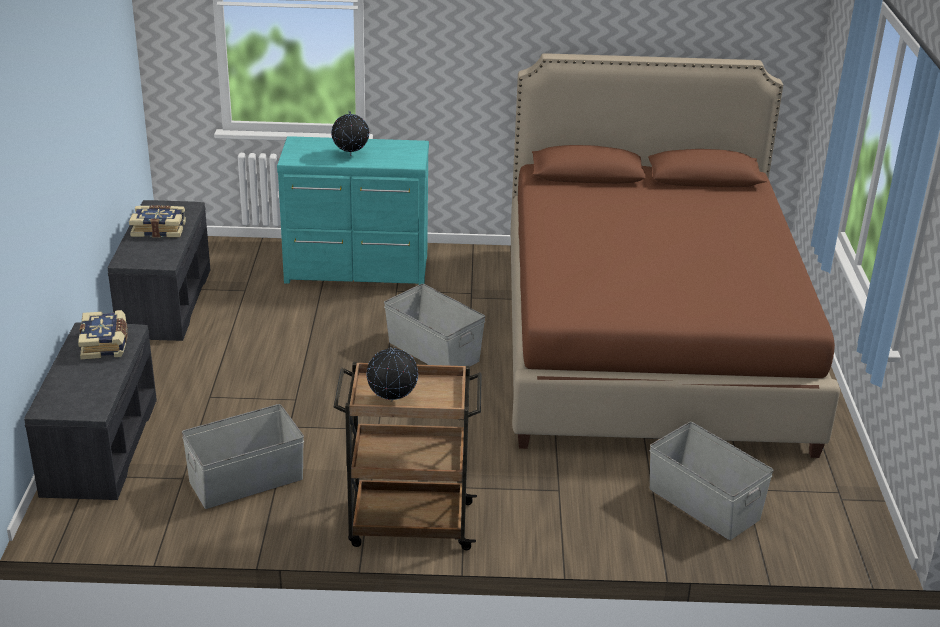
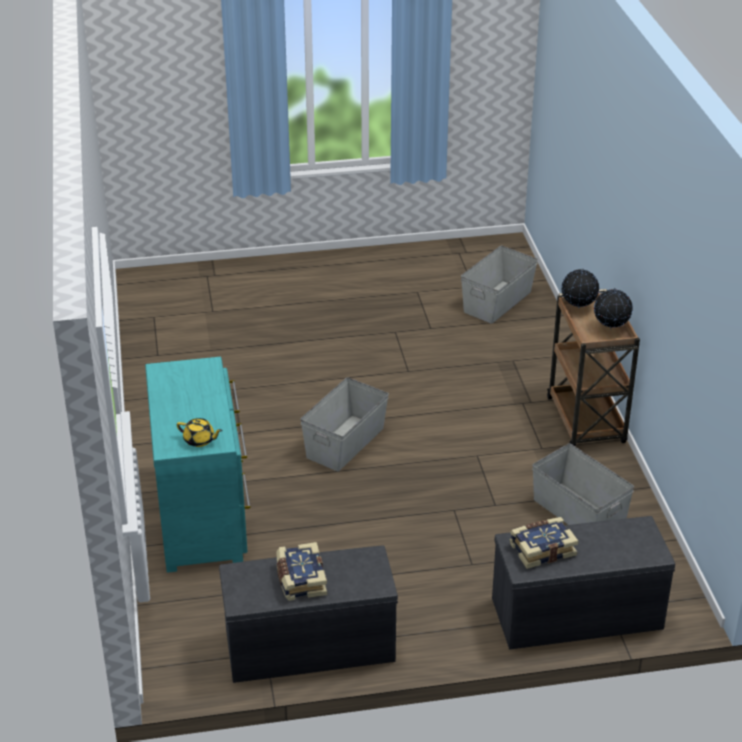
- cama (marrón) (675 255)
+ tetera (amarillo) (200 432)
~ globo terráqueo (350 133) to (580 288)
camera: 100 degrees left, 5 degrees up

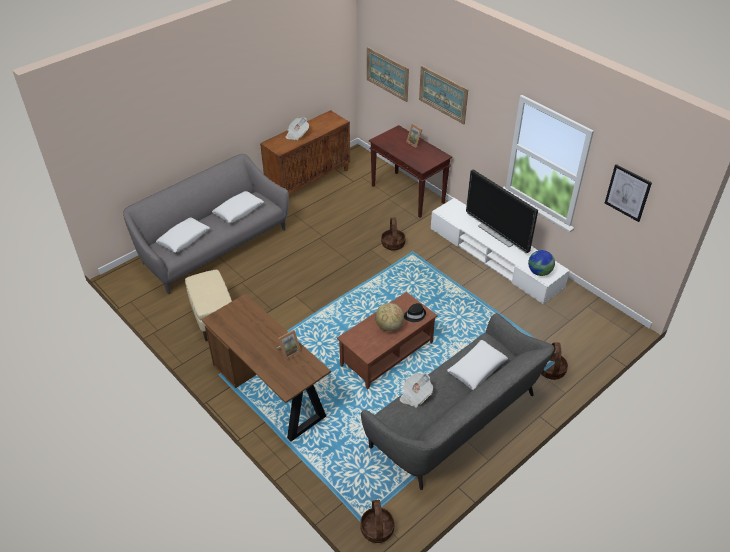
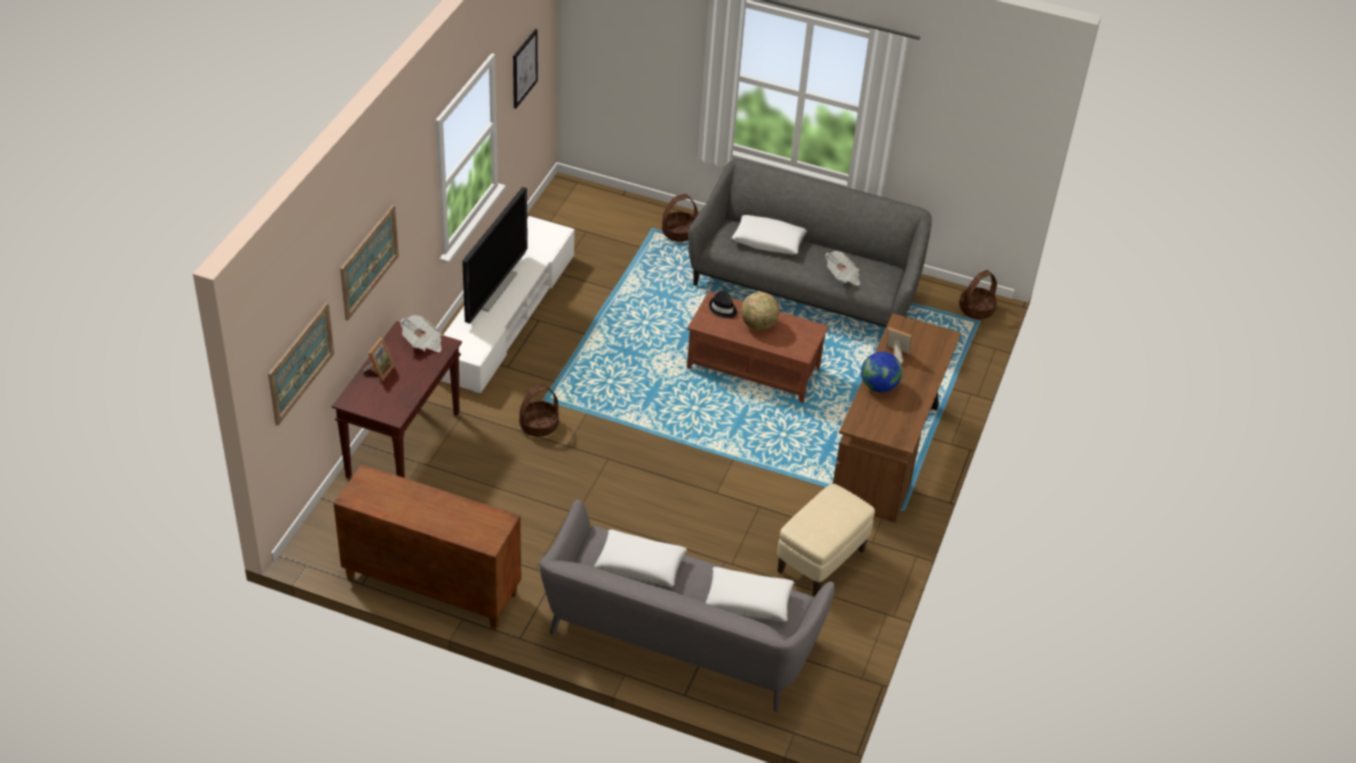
~ periódico (297 128) to (421 333)
~ globo terráqueo (541 263) to (881 372)
camera: 120 degrees left, 0 degrees up

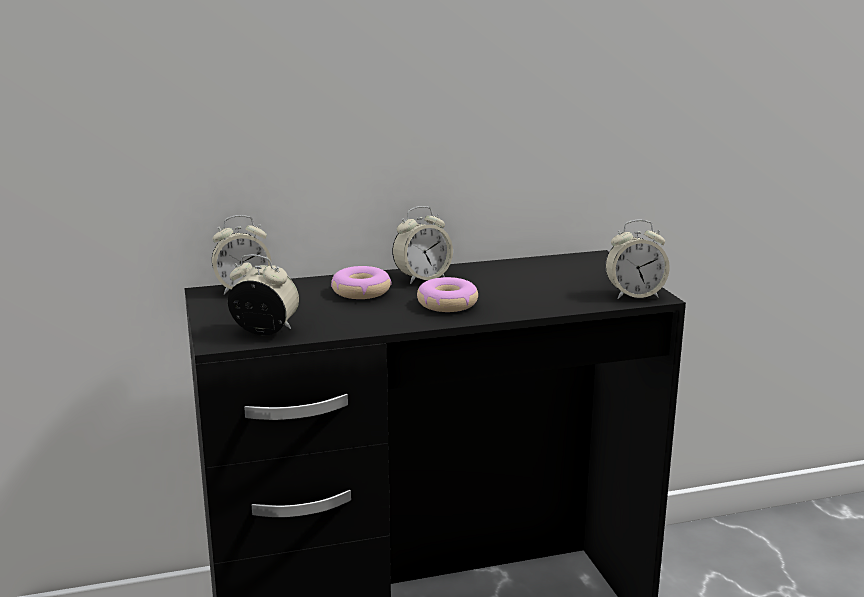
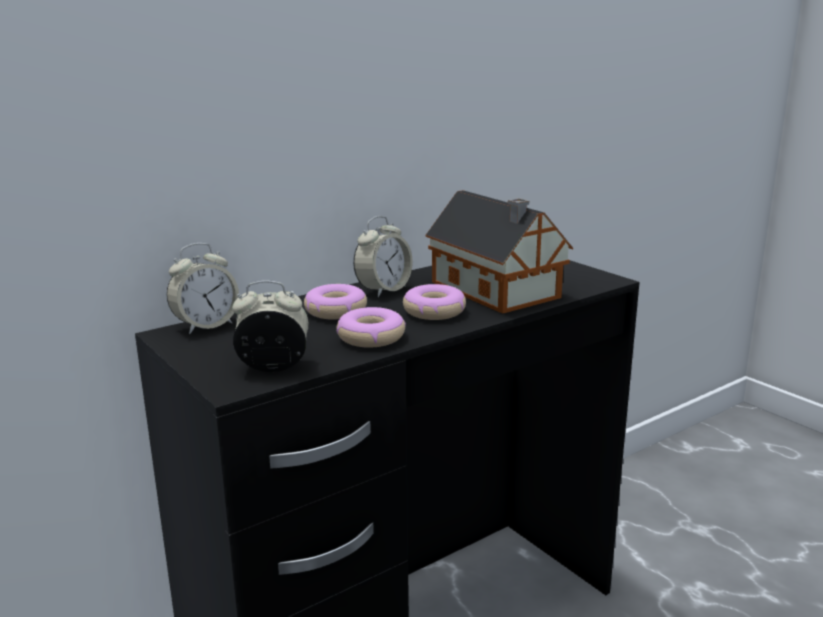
- despertador (637 259)
+ rosquilla (371 327)
+ casita (499 252)
camera: 20 degrees left, 0 degrees up

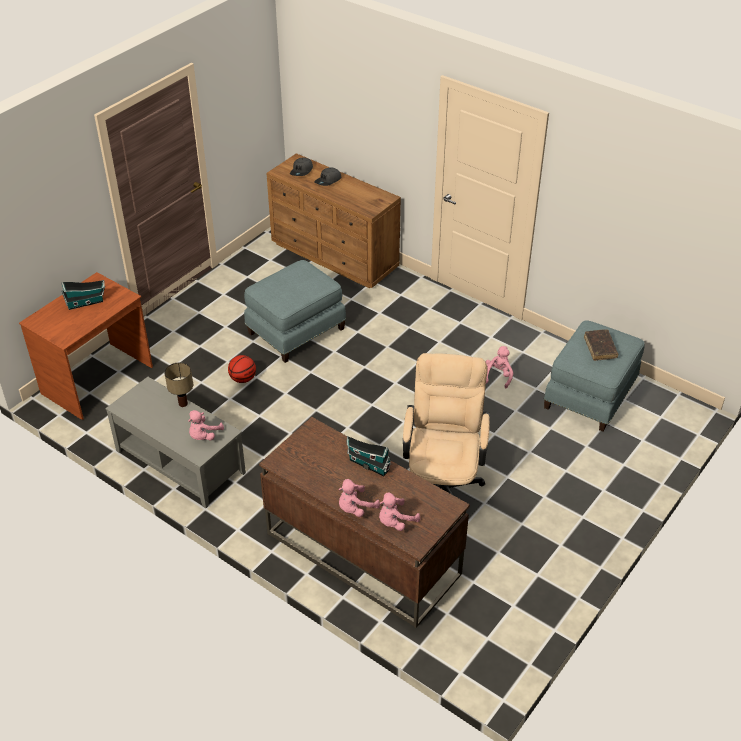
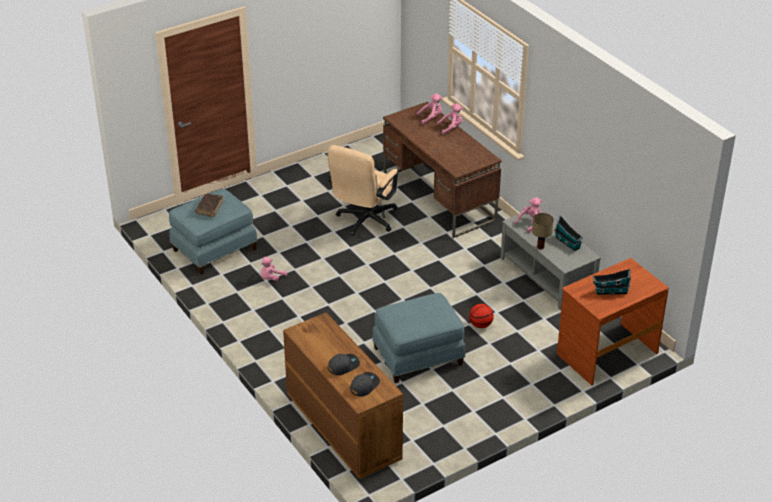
~ casita (369 456) to (568 233)
camera: 160 degrees left, 5 degrees down

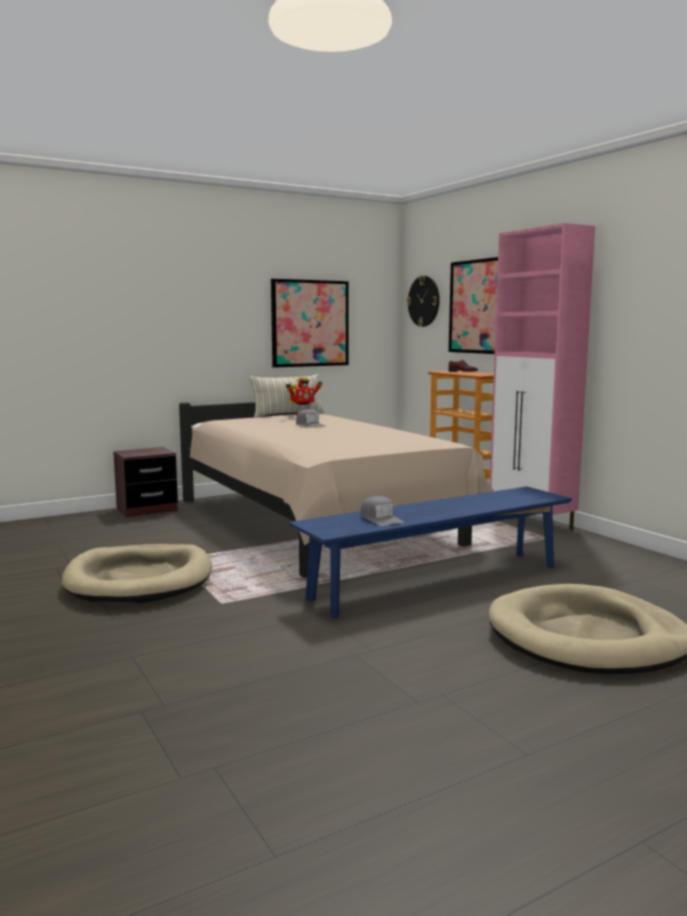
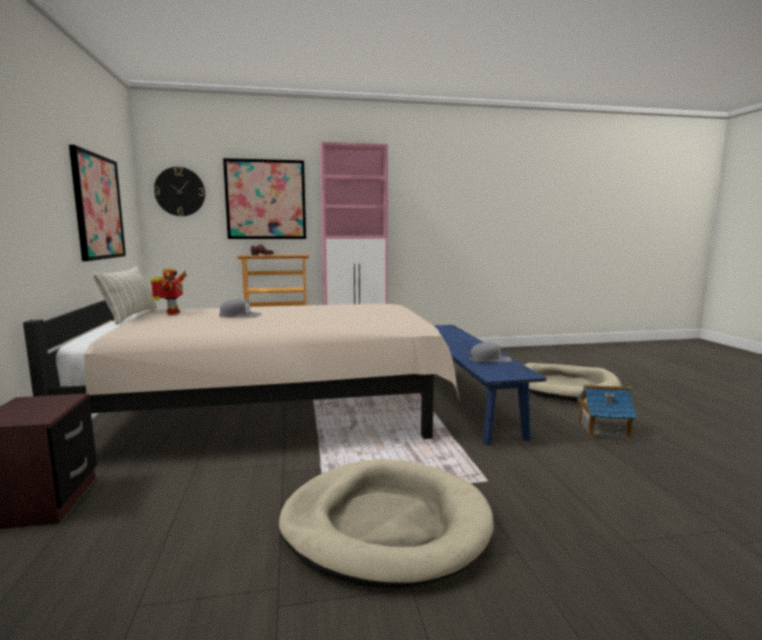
+ casita (607 412)
camera: 70 degrees left, 0 degrees up

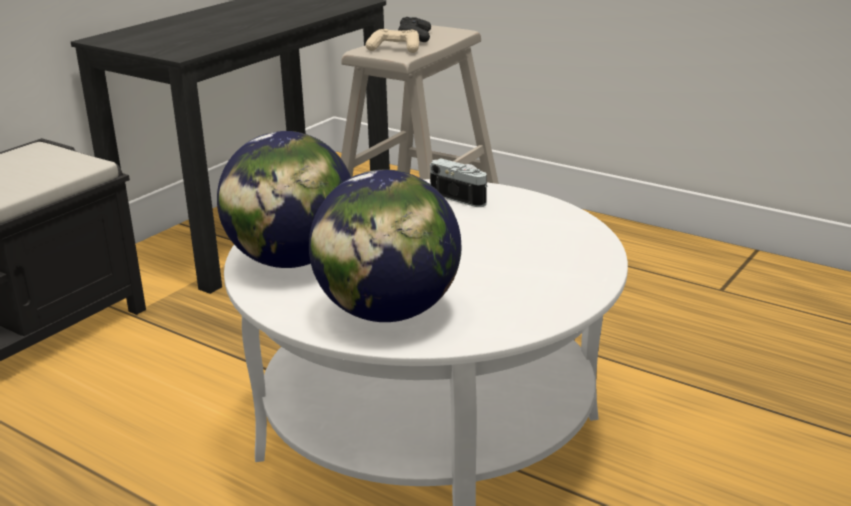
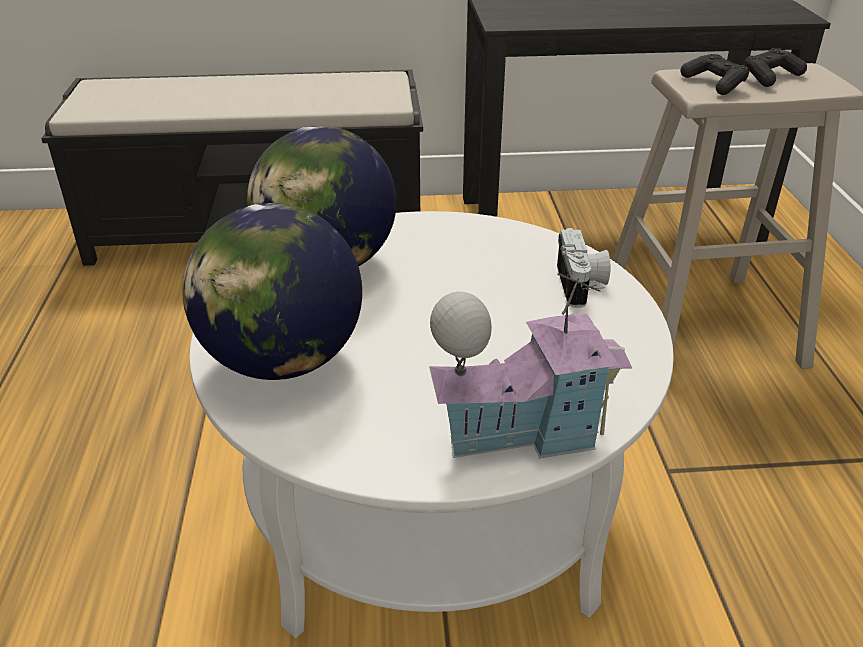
+ casita (530 366)
~ mando de consola (beis) (392 41) to mando de consola (negro) (715 74)
camera: 50 degrees right, 10 degrees up

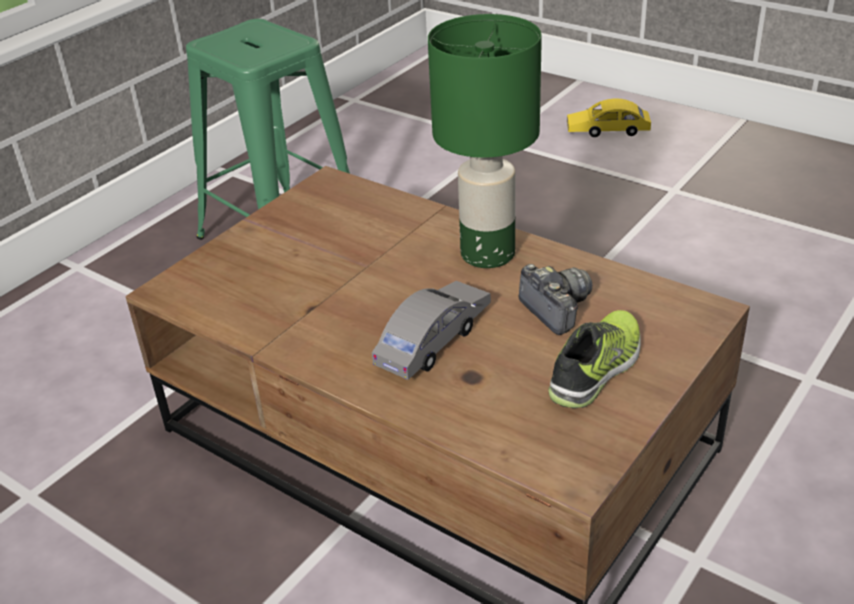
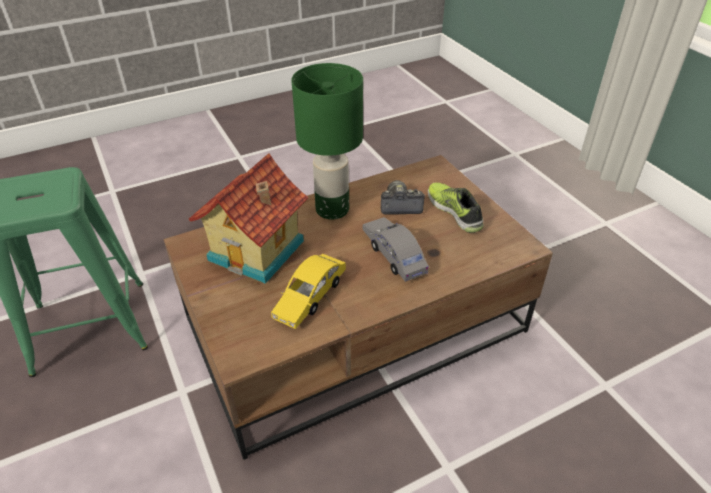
+ casita (248 218)
~ coche de juguete (amarillo) (609 118) to (308 291)
camera: 65 degrees left, 5 degrees up

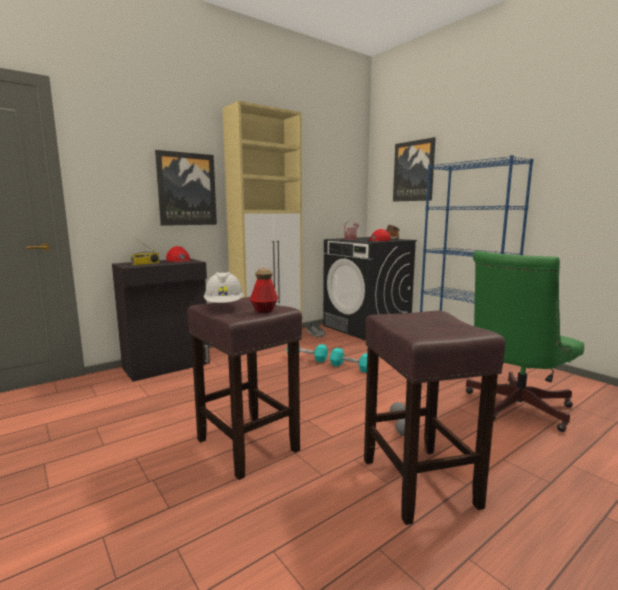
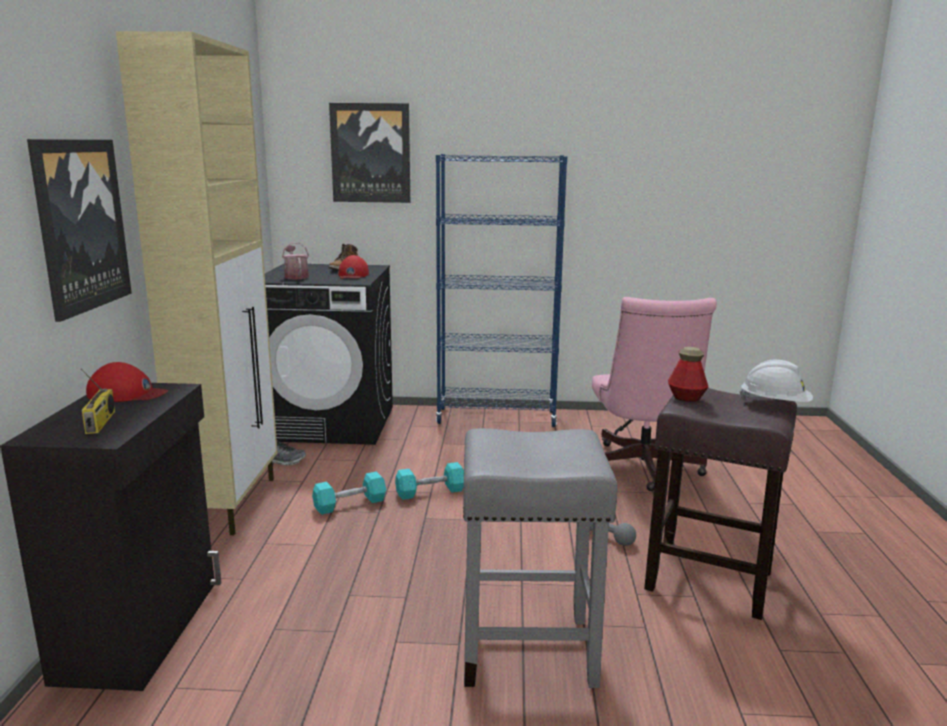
~ casco (blanco) (224 287) to (776 381)
~ botella (264 291) to (688 374)
~ taburete (marrón) (244 388) to taburete (gris) (540 558)
~ silla de oficina (verde) (525 341) to silla de oficina (rosa) (654 394)
camera: 50 degrees left, 5 degrees up

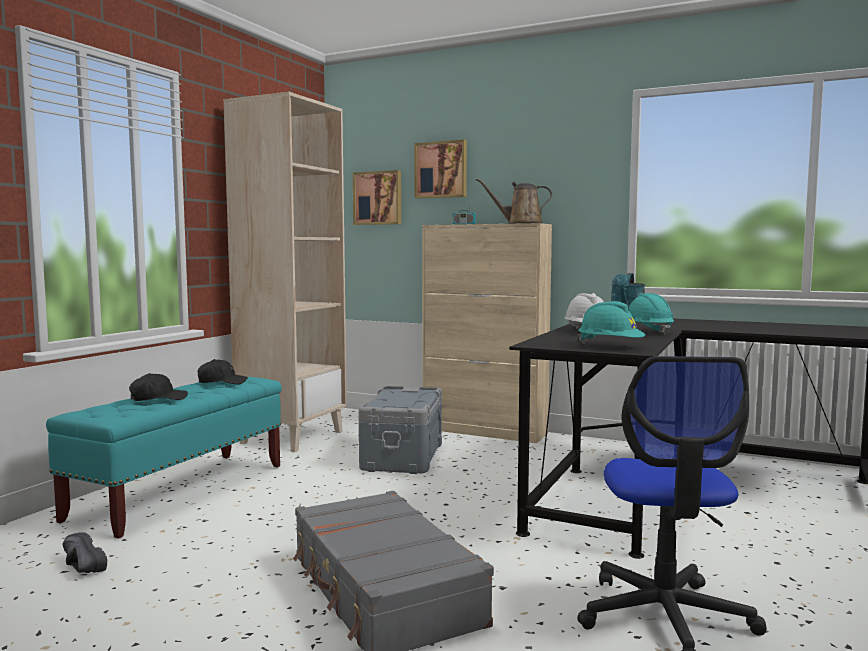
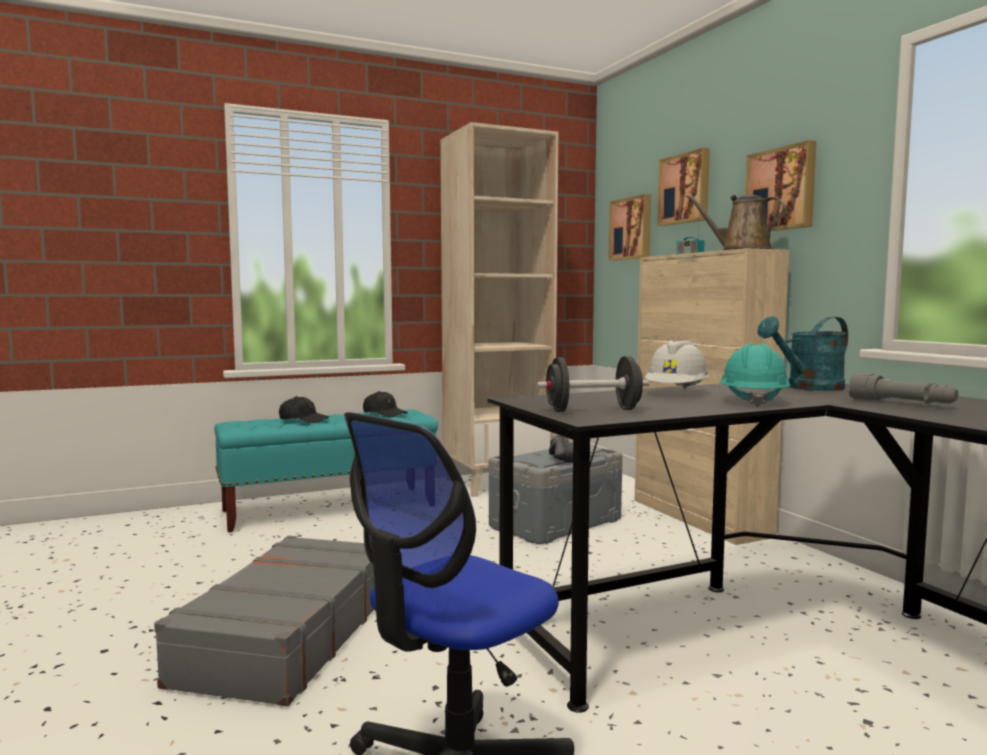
+ cuadro (780 185)
+ linterna (gris) (903 388)
~ zapato (negro) (85 552) to (561 449)
~ casco (turquesa) (611 322) to mancuerna (negro) (593 384)
camera: 40 degrees right, 0 degrees up

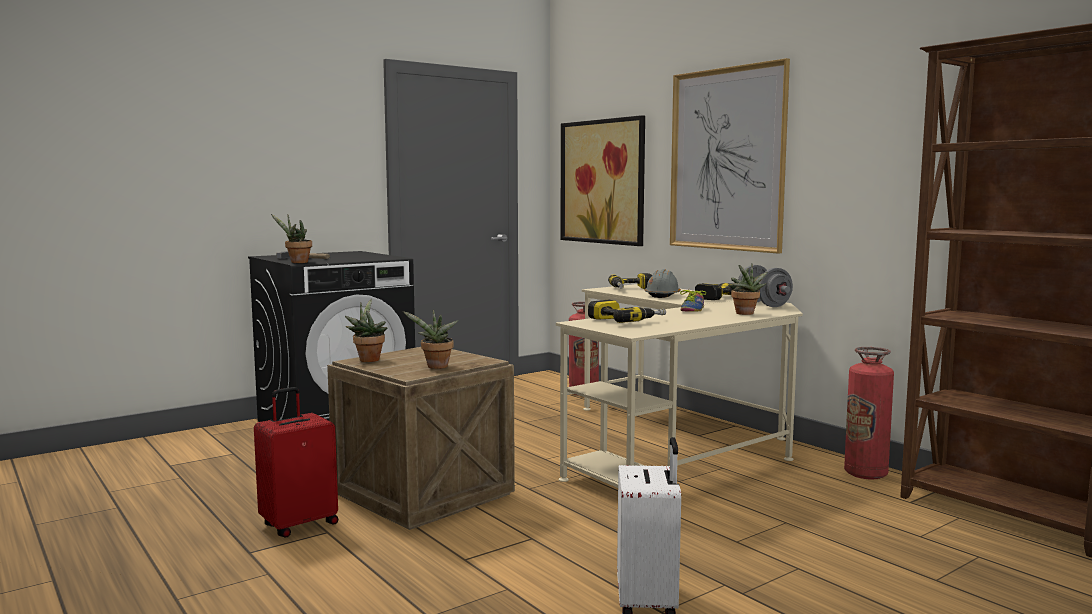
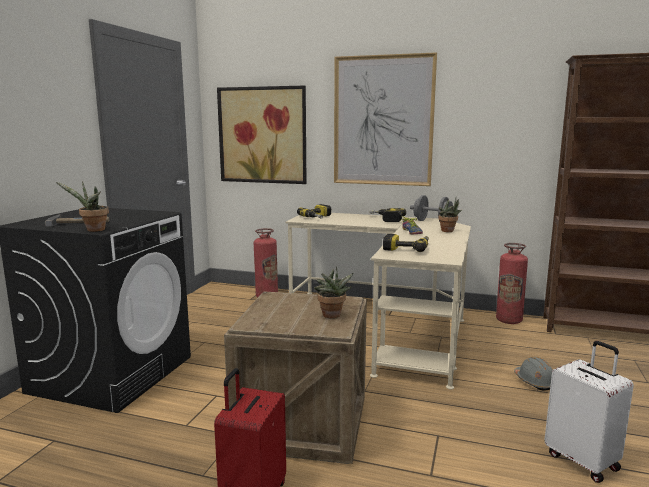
- planta en maceta (366 330)
~ casco (gris) (663 283) to (533 373)
camera: 35 degrees left, 5 degrees up

